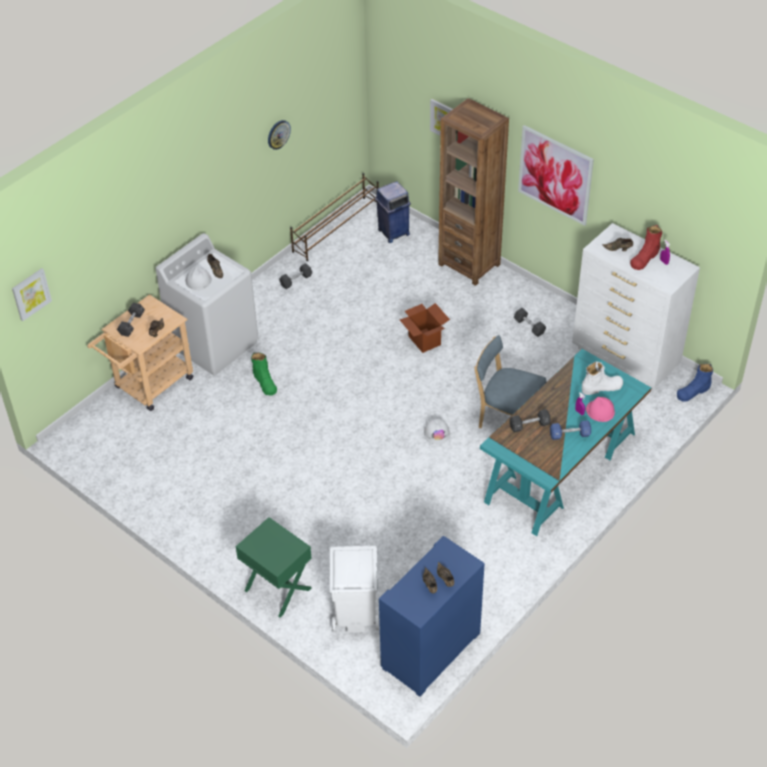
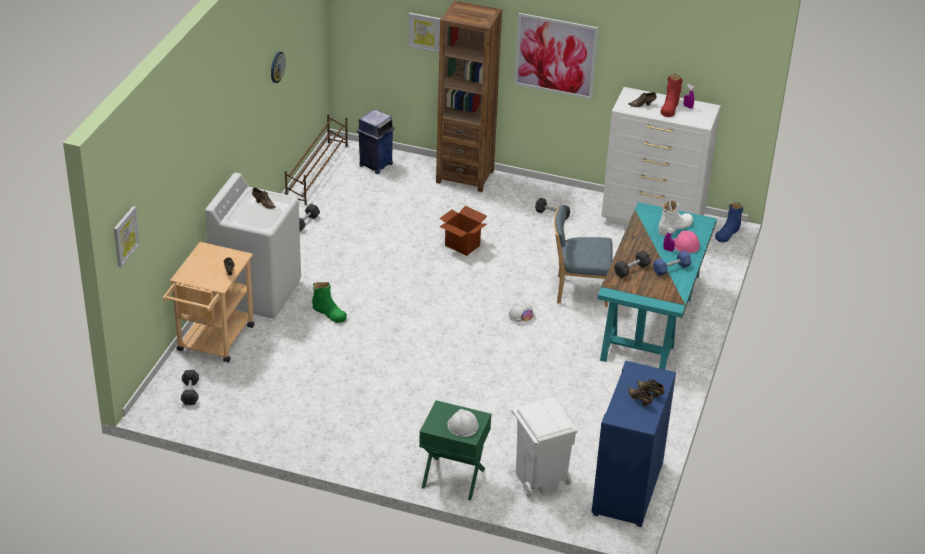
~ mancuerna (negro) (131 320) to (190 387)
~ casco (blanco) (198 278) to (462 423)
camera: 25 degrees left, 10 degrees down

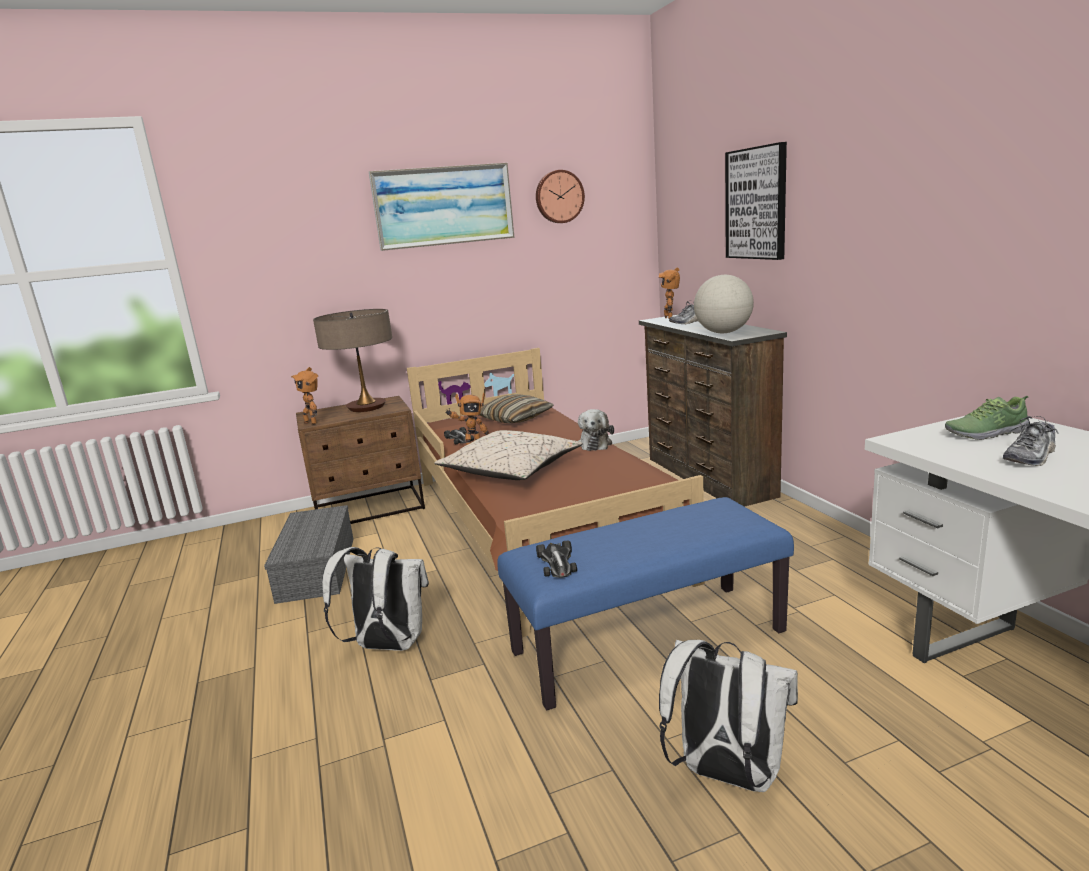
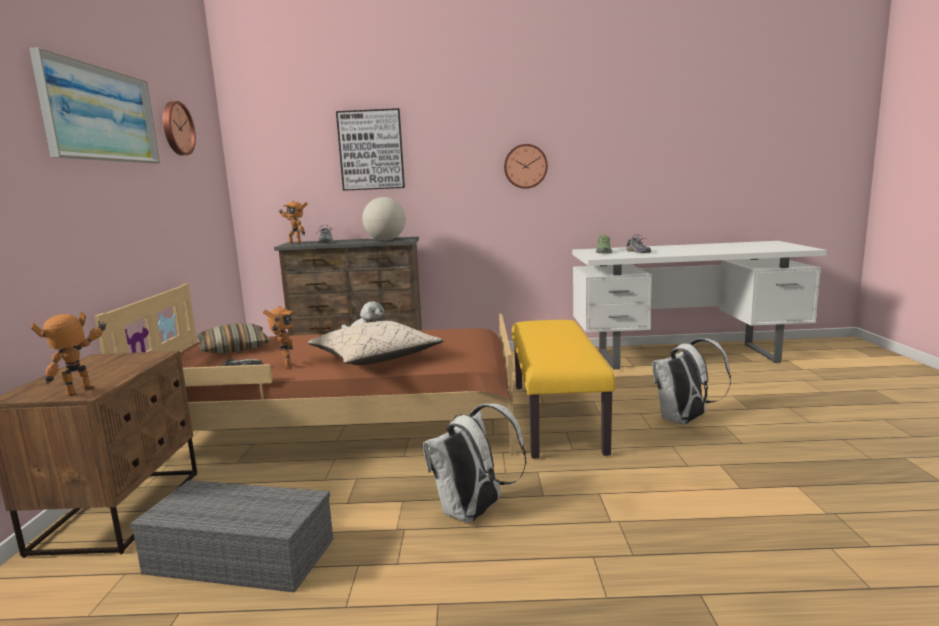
- lámpara de mesa (352 360)
- coche de juguete (556 559)
+ reloj de pared (526 166)
~ banco (azul) (645 603) to banco (amarillo) (563 389)
~ robot de juguete (304 395) = (69 354) 150 degrees clockwise
camera: 70 degrees left, 5 degrees down

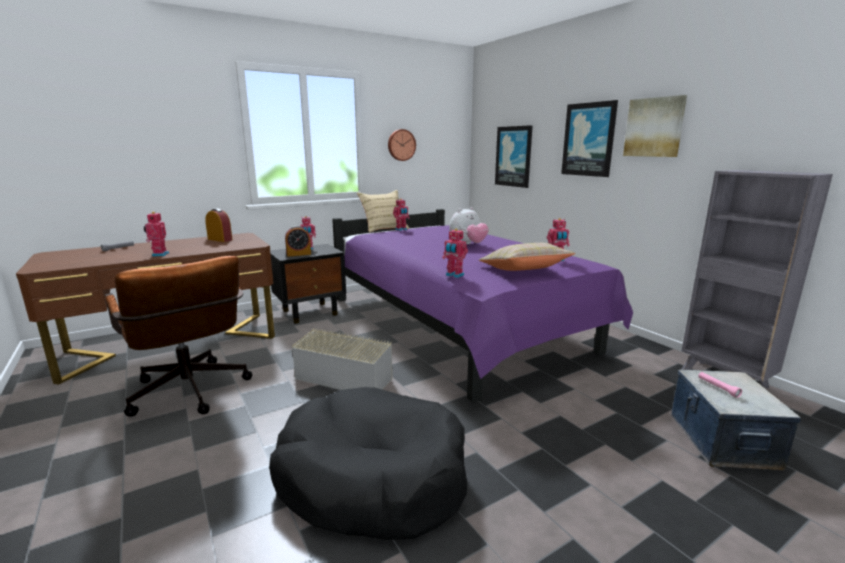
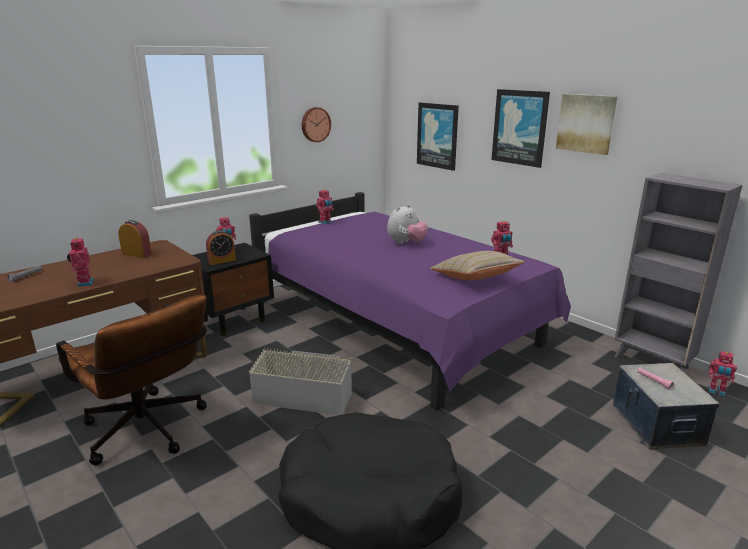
- cojín (beis) (383 211)
~ robot de juguete (455 253) to (722 373)
camera: 10 degrees left, 5 degrees up

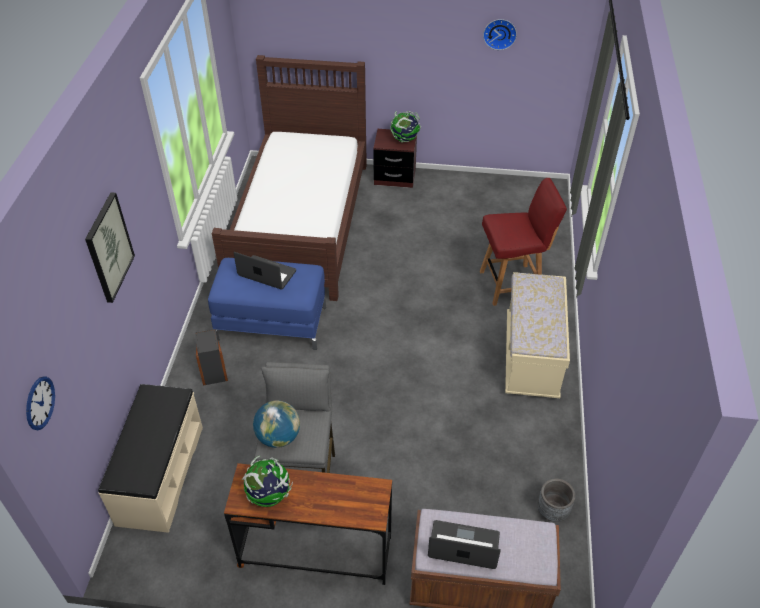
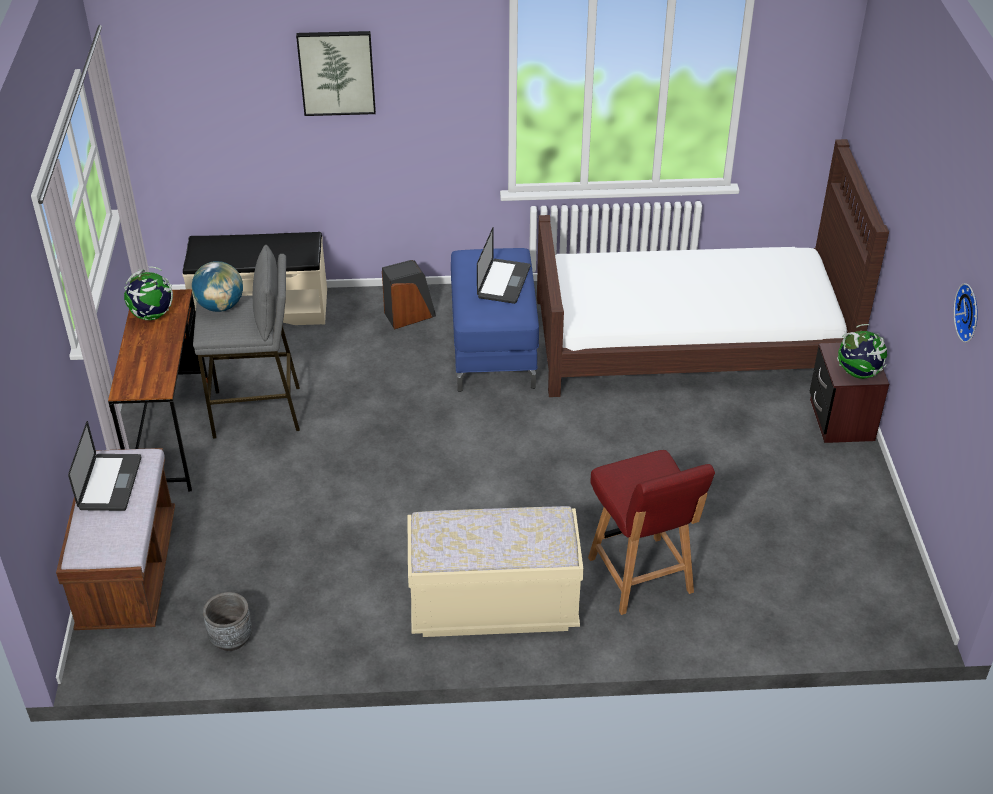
- reloj de pared (40 403)
camera: 80 degrees right, 5 degrees down

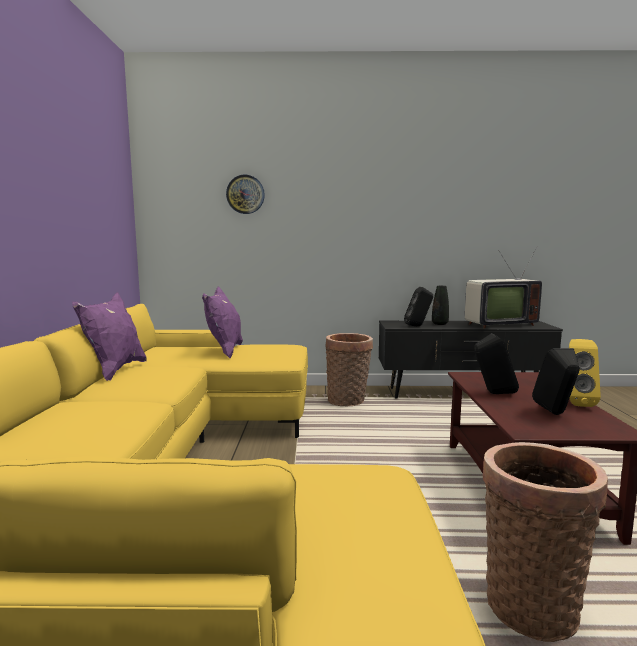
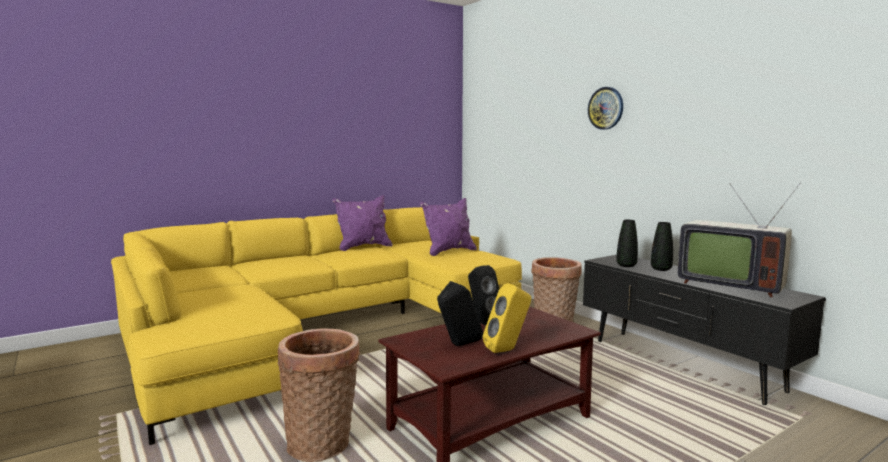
~ reloj de pared (245 194) to (605 108)
~ altavoz (negro) (418 306) to florero (negro) (627 243)
camera: 55 degrees right, 0 degrees up

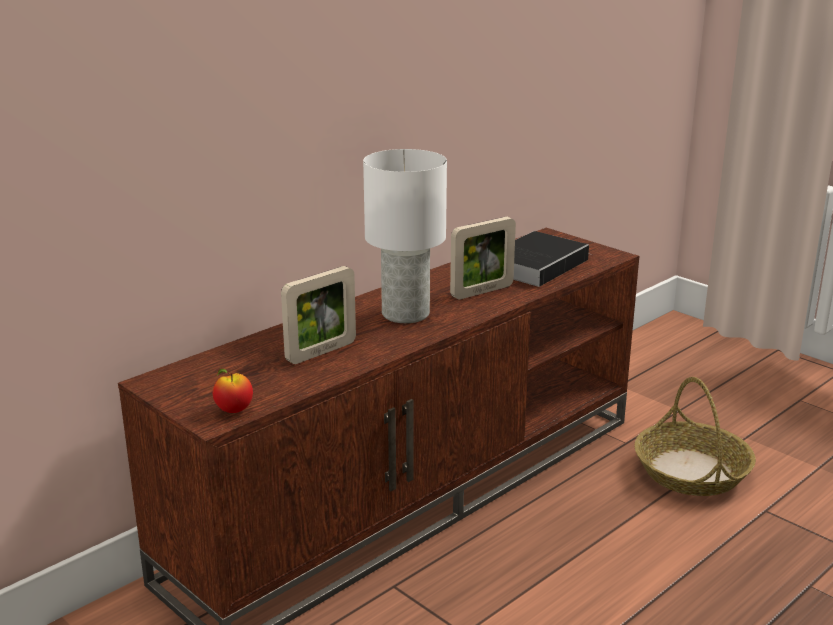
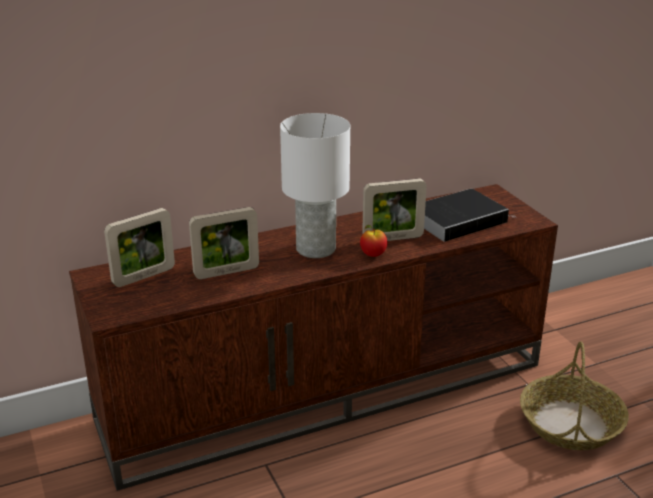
+ portarretratos (139 247)
~ manzana (233 390) to (374 241)
camera: 20 degrees right, 5 degrees up

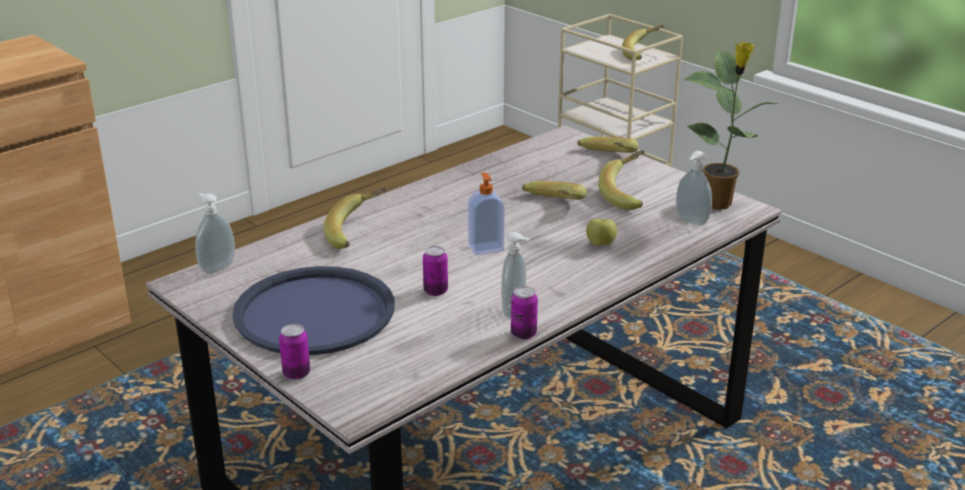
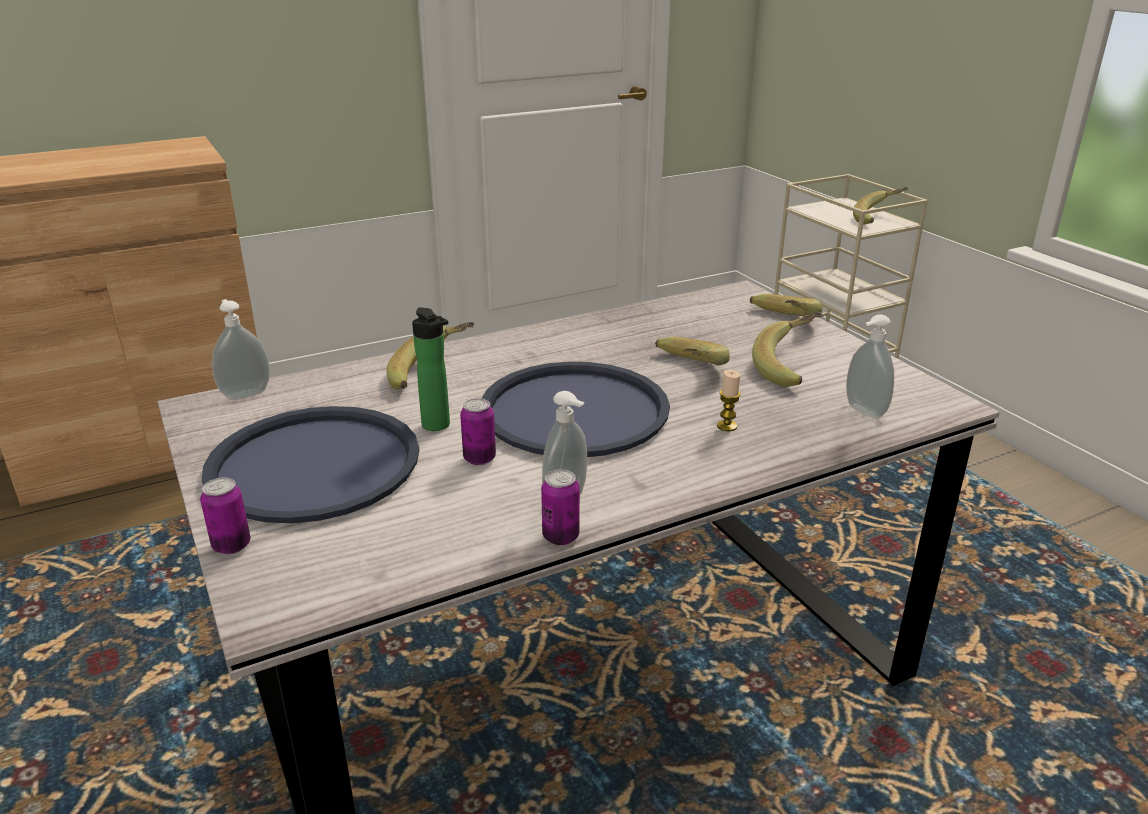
- planta en maceta (730 126)
+ botella (431 369)
~ dispensador de jabón (486 213) to bandeja (azul) (576 409)
~ manzana (601 232) to vela (729 401)
camera: 15 degrees right, 0 degrees up

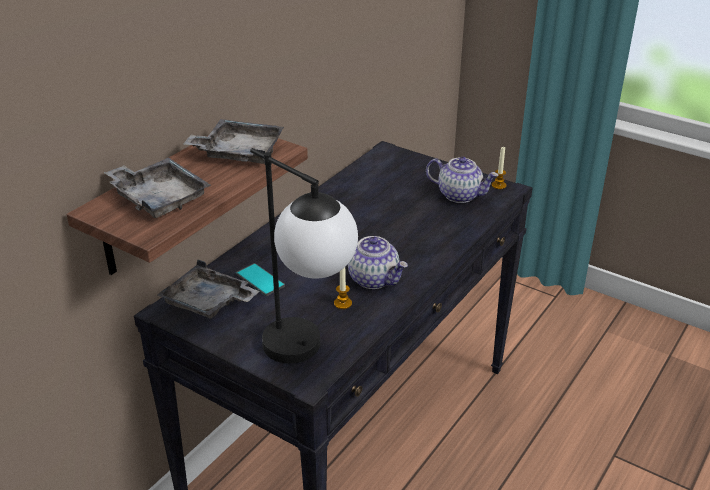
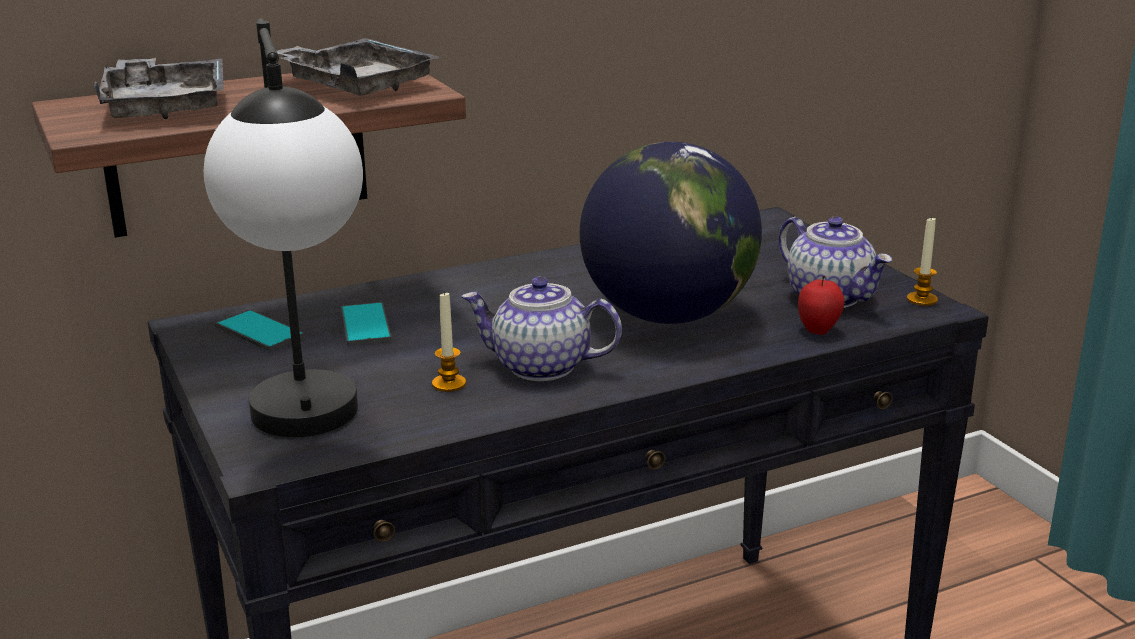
+ globo terráqueo (671 233)
+ manzana (821 305)
~ bandeja (gris) (208 289) to móvil (259 330)
~ tetera (378 262) = (541 329) 120 degrees clockwise
camera: 30 degrees right, 10 degrees down

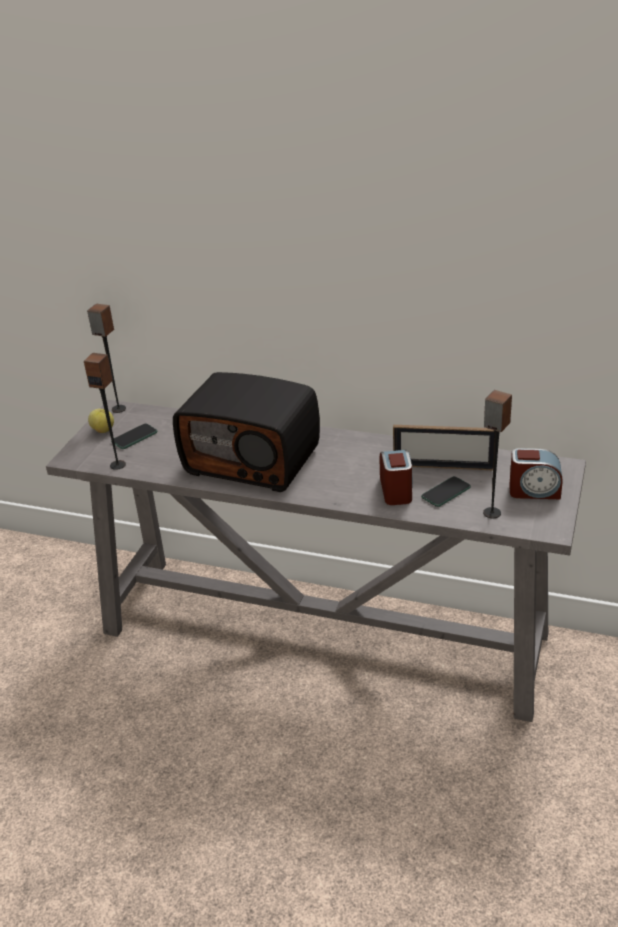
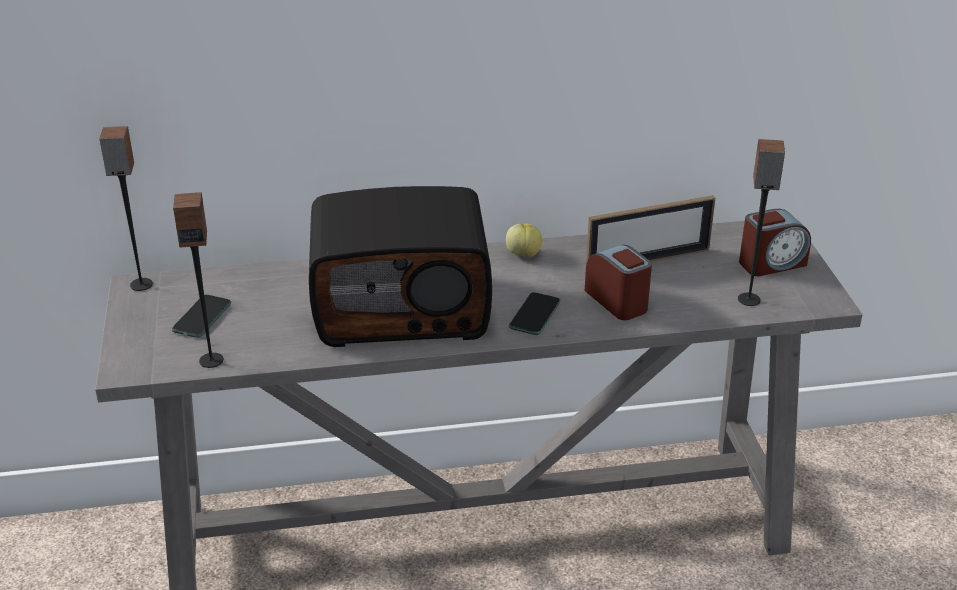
~ manzana (101 421) to (524 240)
~ móvil (446 491) to (535 313)
camera: 30 degrees left, 0 degrees up

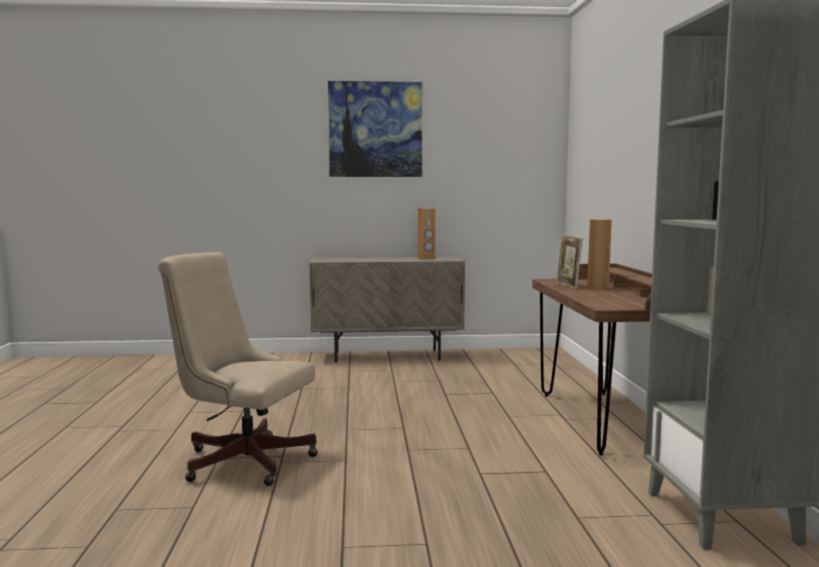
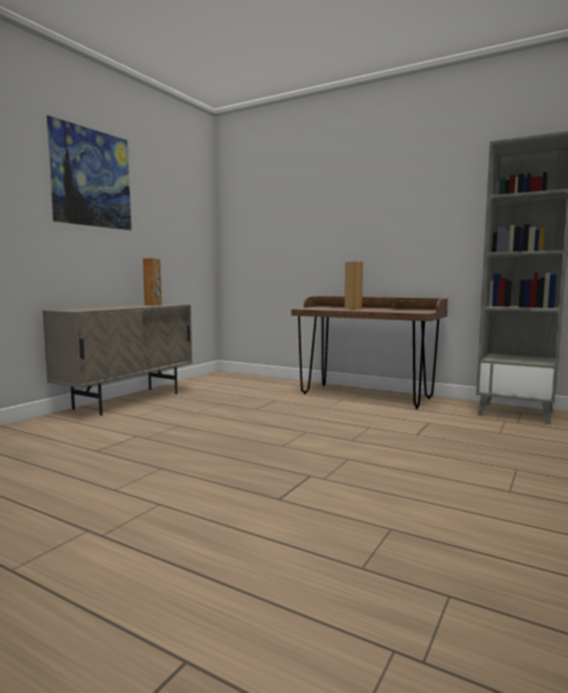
- silla de oficina (beis) (238 369)
- portarretratos (569 262)
camera: 55 degrees left, 0 degrees up

